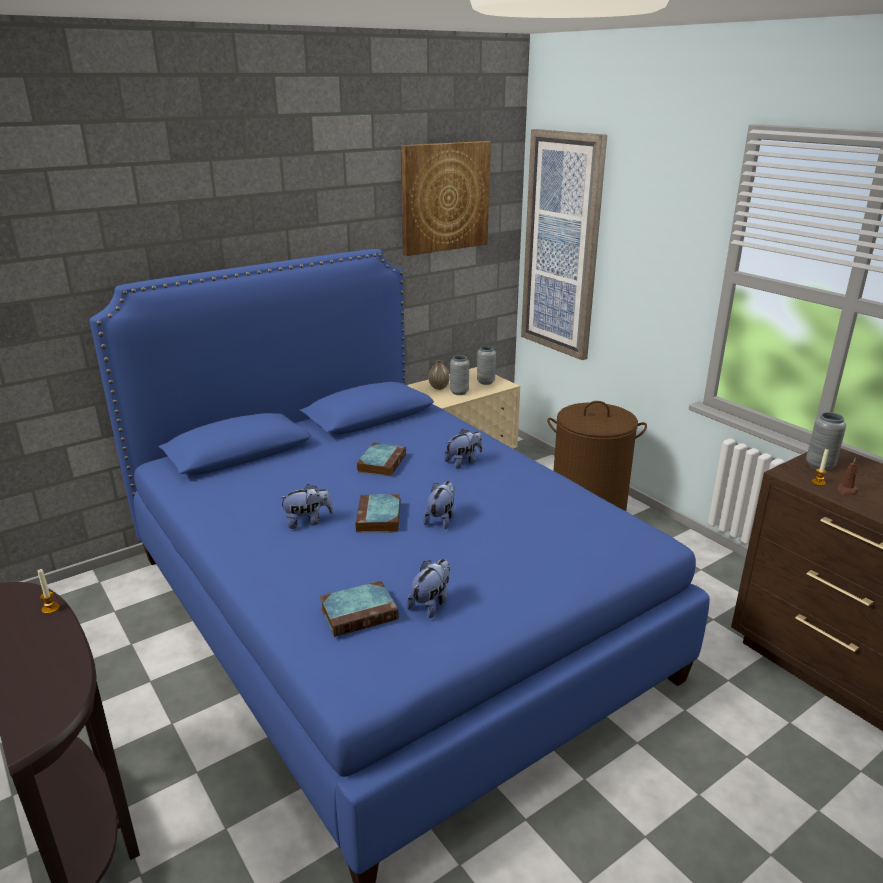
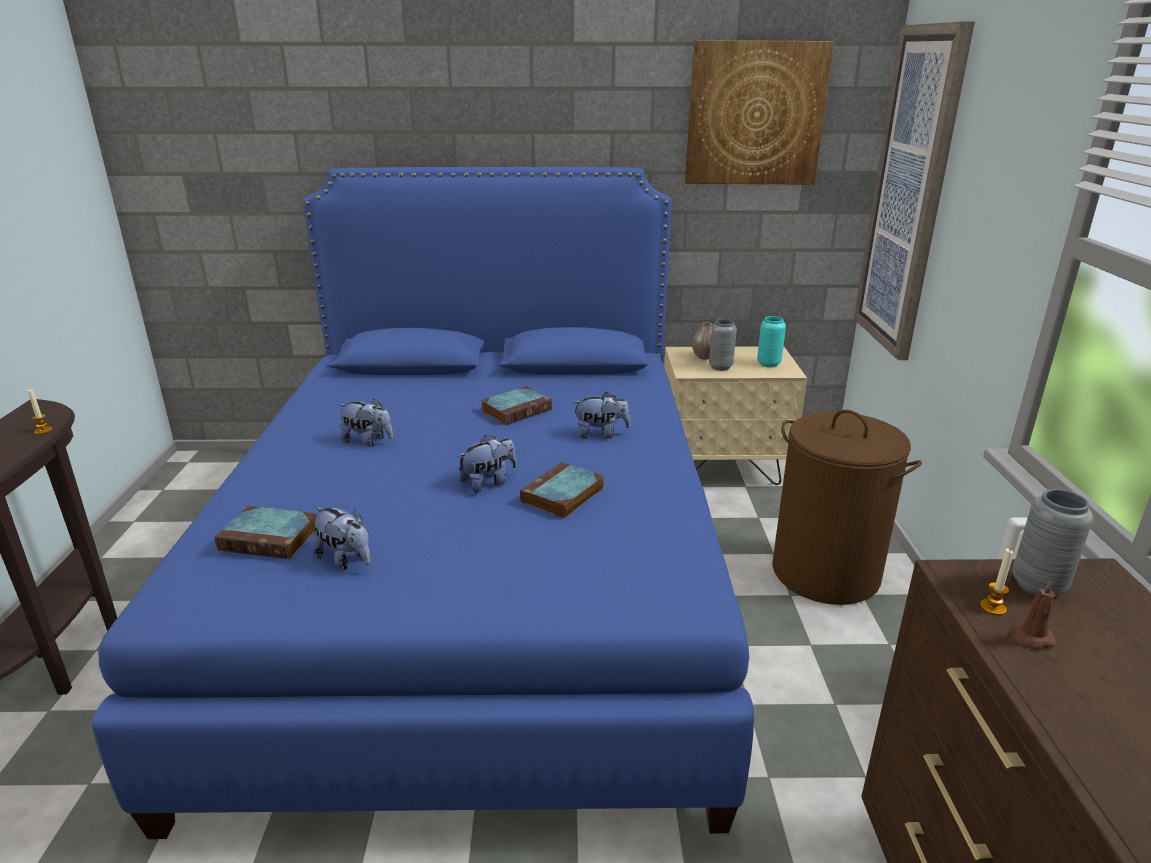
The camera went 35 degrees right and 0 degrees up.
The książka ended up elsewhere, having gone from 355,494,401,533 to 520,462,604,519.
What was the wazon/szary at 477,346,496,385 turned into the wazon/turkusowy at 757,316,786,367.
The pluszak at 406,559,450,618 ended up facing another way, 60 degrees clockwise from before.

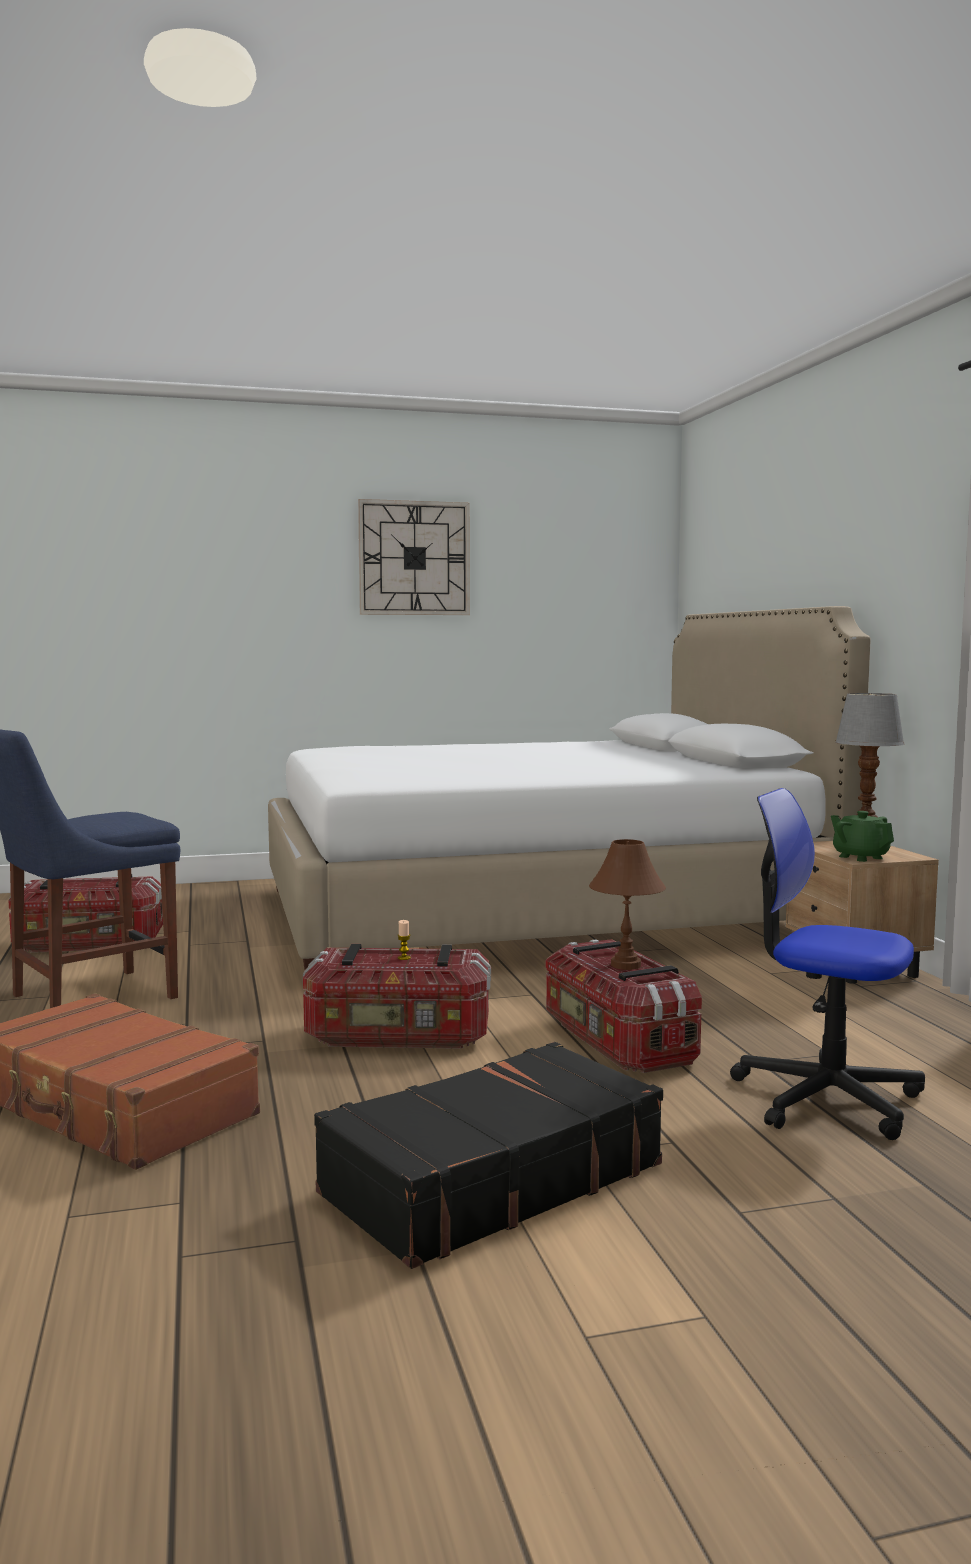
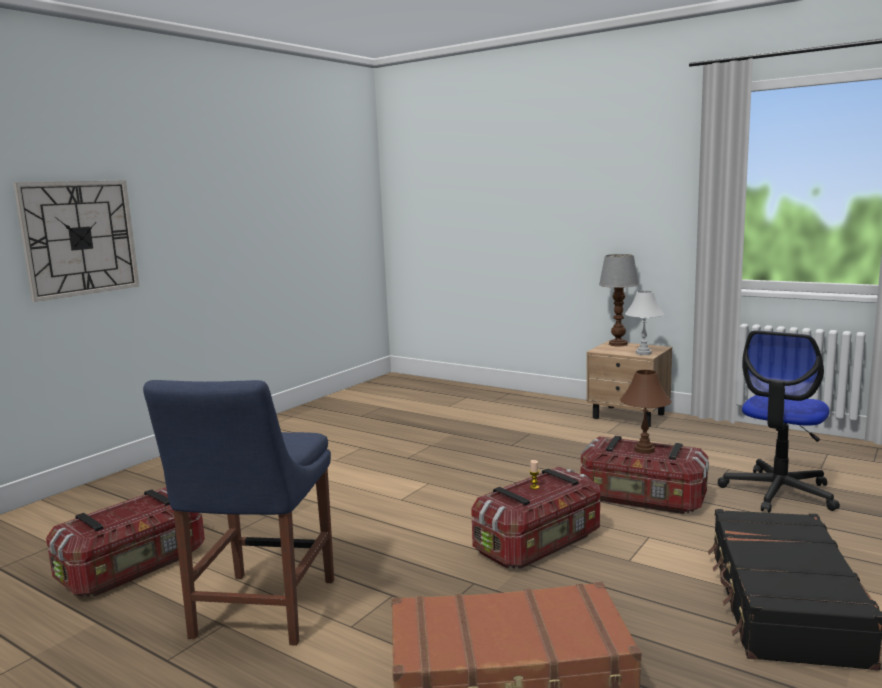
The camera went 40 degrees left and 5 degrees up.
The second view lost the łóżko/biały at 268,606,871,970.
The zegar ścienny ended up elsewhere, having gone from 358,499,470,615 to 13,180,139,302.
Where the imbryk/zielony stood at 831,811,894,862, the lampa stołowa/biały came to stand at 625,291,664,355.
The krzesło biurowe at 730,788,925,1140 ended up facing another way, 45 degrees counterclockwise from before.

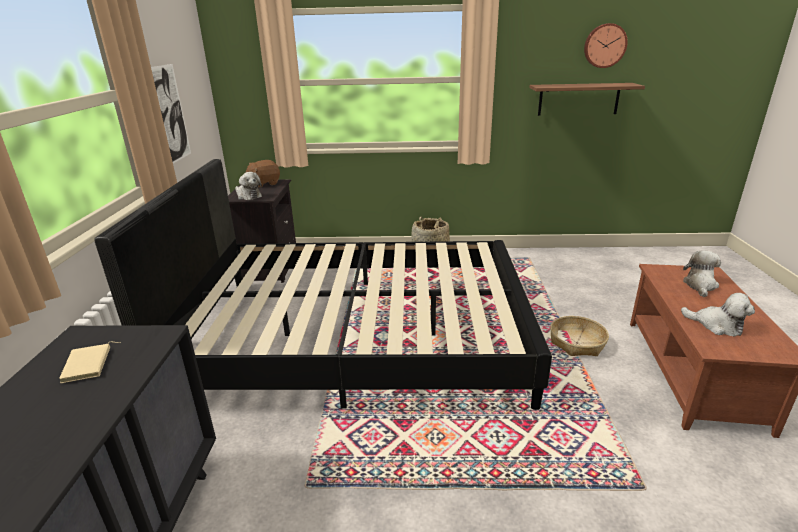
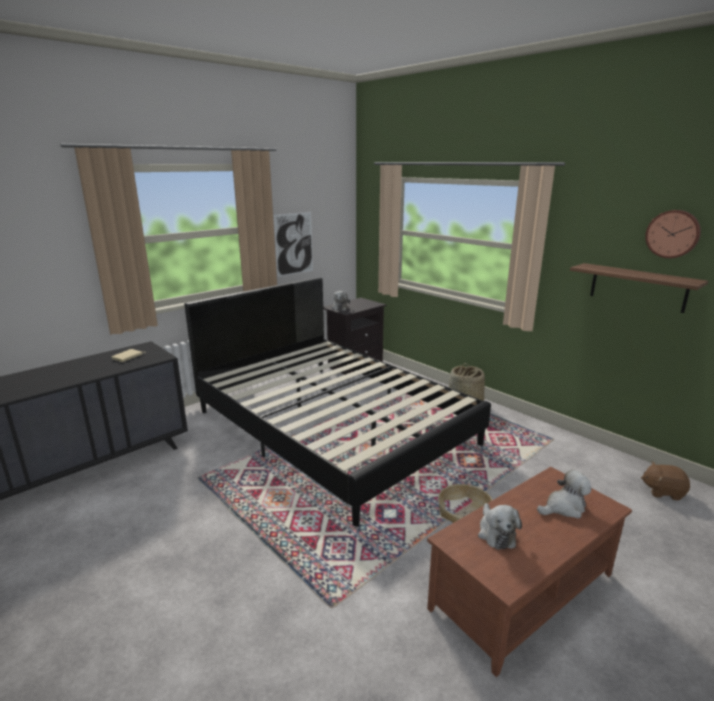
The camera went 45 degrees right and 5 degrees down.
The pluszak/brązowy ended up elsewhere, having gone from 245,160,280,187 to 641,461,690,501.

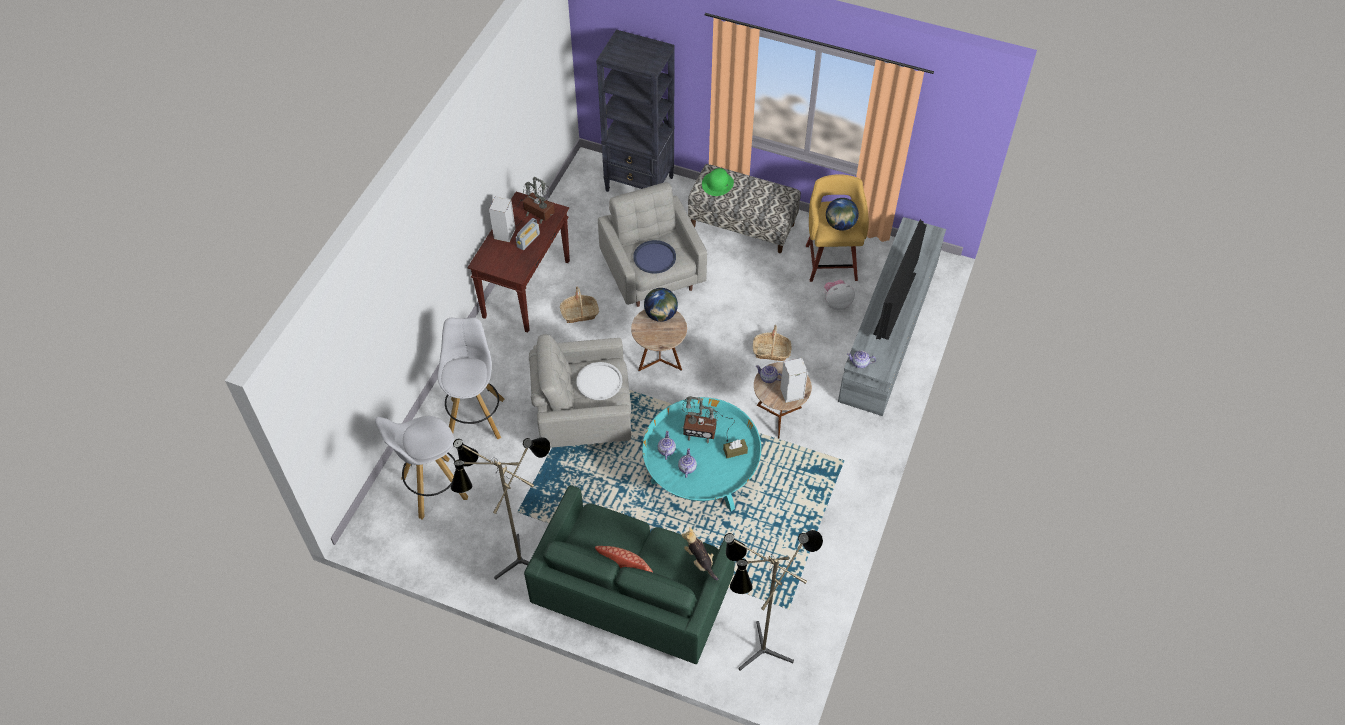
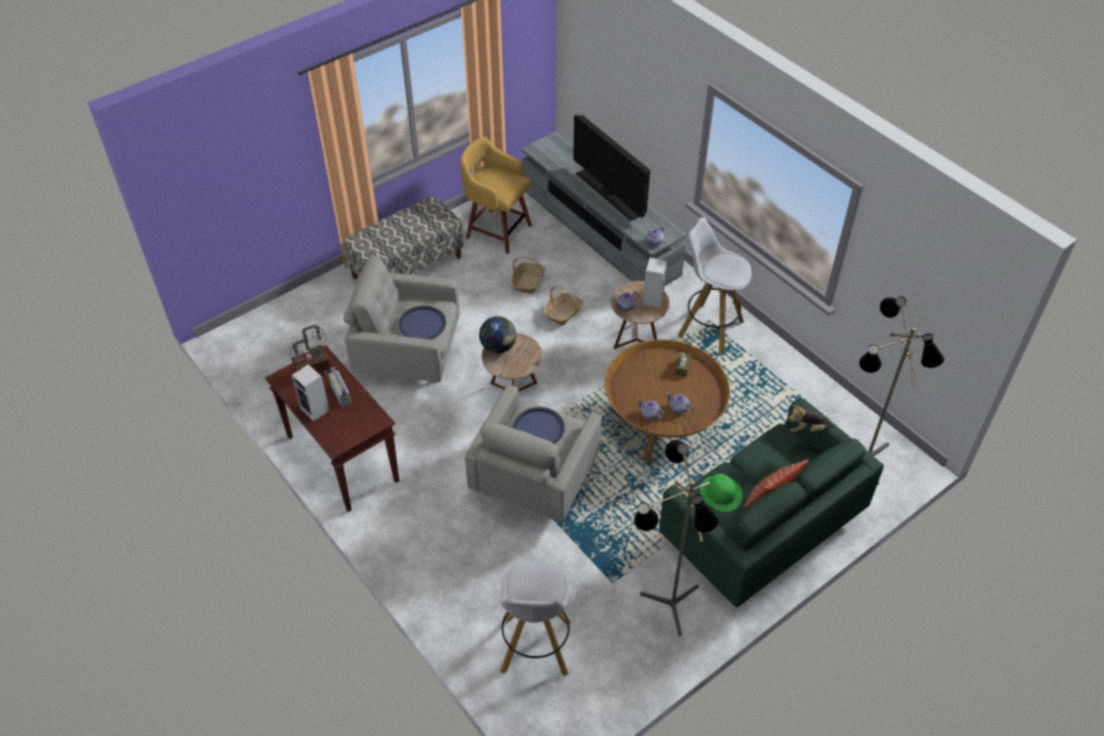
The camera went 60 degrees left and 5 degrees down.
The second view lost the regał/czarny at 596,30,675,192.
The second view lost the lampa stołowa at 682,396,735,443.
The second view lost the pluszak at 824,280,855,310.
The second view lost the globus at 826,198,859,230.
The stołek/biały ended up elsewhere, having gone from 438,317,504,439 to 678,217,752,355.
The koszyk ended up elsewhere, having gone from 560,287,599,323 to 511,256,545,294.
The kapelusz/zielony ended up elsewhere, having gone from 702,168,734,196 to 700,474,743,512.
What was the taca/biały at 576,362,622,400 turned into the taca/niebieski at 513,407,565,444.
What was the ława/turkusowy at 642,397,761,511 turned into the ława/brązowy at 605,339,730,461.

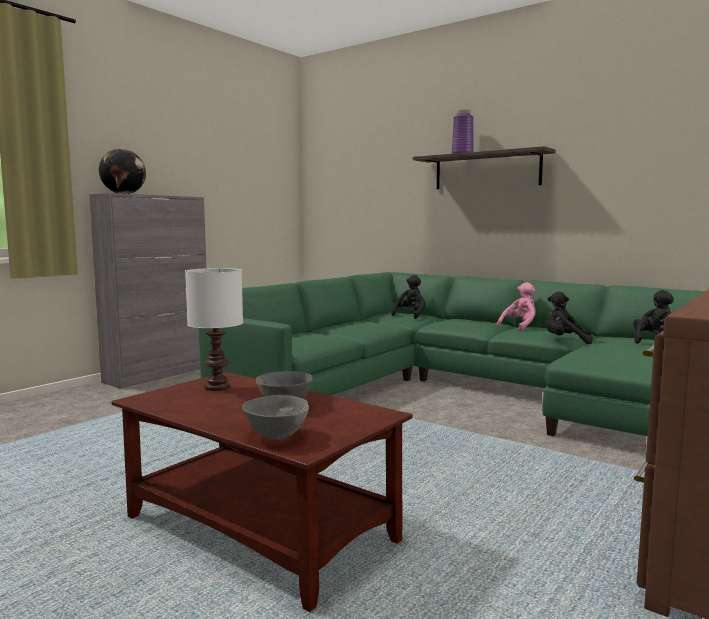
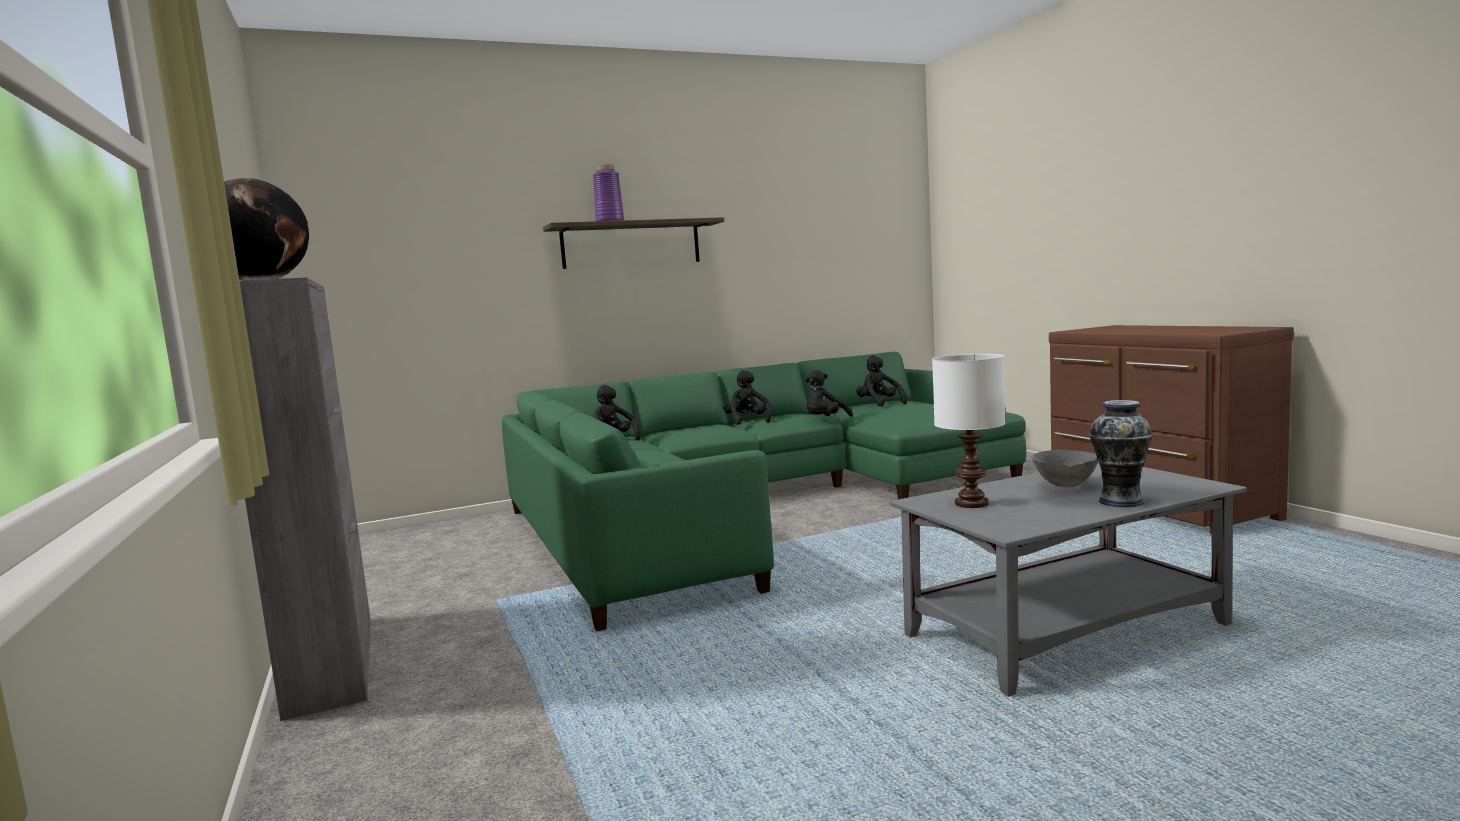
The camera went 60 degrees left and 0 degrees up.
The second view lost the miska/szary at 242,395,309,439.
The second view gained the wazon at 1089,400,1153,507.
What was the ława/brązowy at 111,372,413,612 turned into the ława/szary at 890,462,1247,697.
What was the pluszak/różowy at 497,282,536,331 turned into the pluszak/czarny at 723,370,772,425.

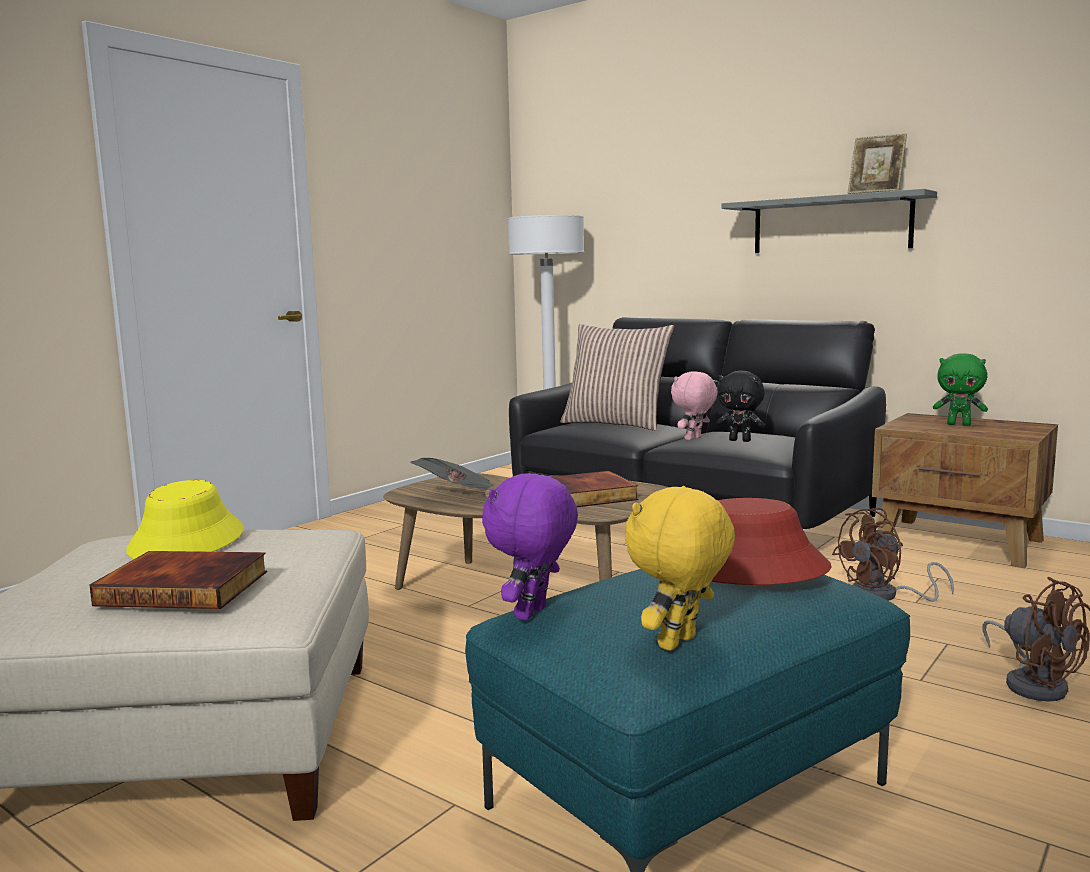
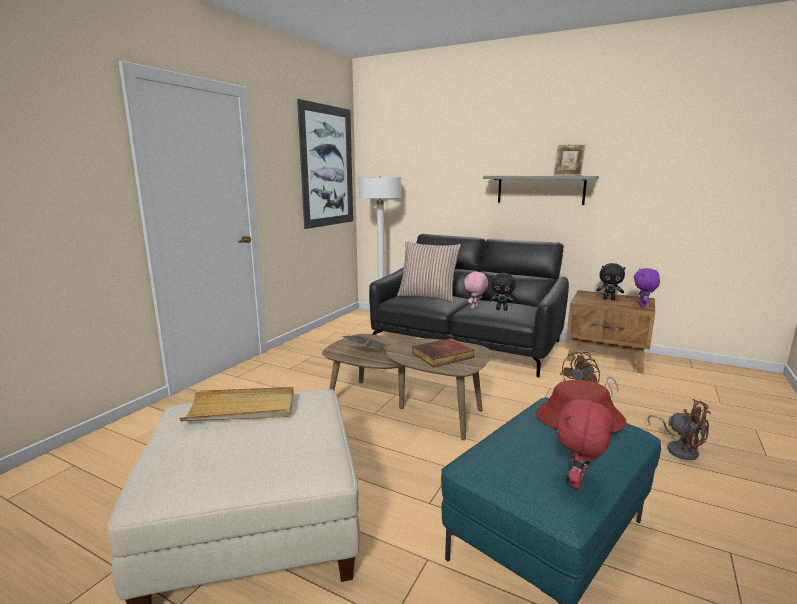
The camera went 10 degrees left and 5 degrees up.
The second view lost the książka at 90,551,267,609.
The second view gained the obraz at 297,99,353,229.
The pluszak/fioletowy ended up elsewhere, having gone from 482,473,578,621 to 634,268,660,308.
Where the kapelusz/żółty stood at 126,480,244,559, the taca/beżowy came to stand at 180,387,294,421.
What was the pluszak/żółty at 625,486,735,651 turned into the pluszak/czerwony at 556,395,614,489.
What was the pluszak/zielony at 933,353,988,426 turned into the pluszak/czarny at 596,263,625,300.

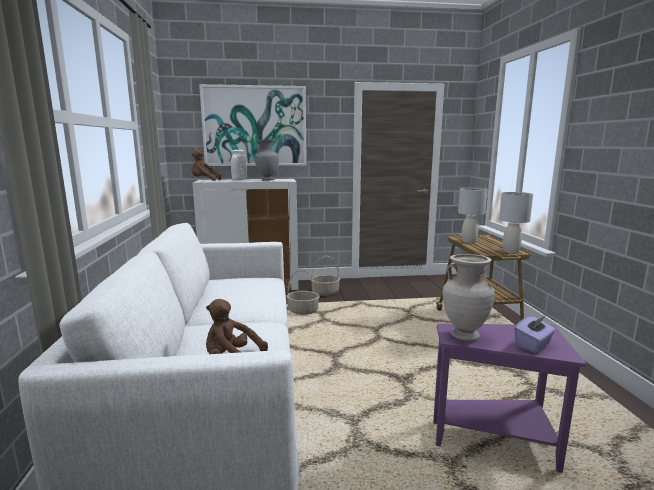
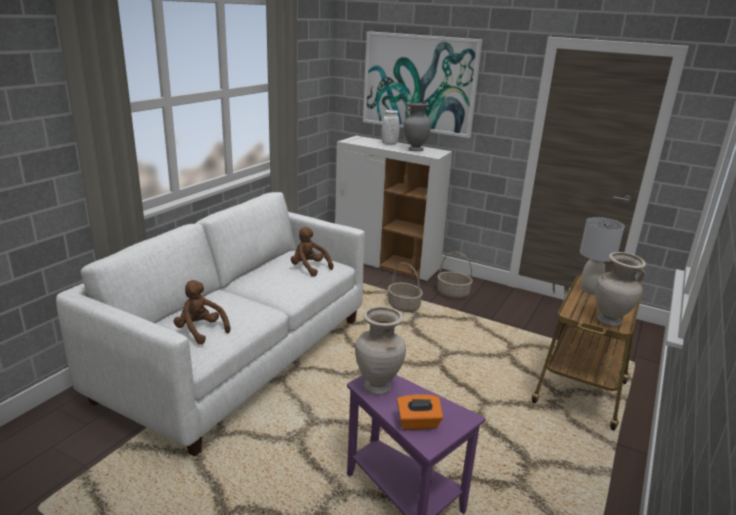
The camera went 35 degrees right and 10 degrees up.
The pluszak/brązowy ended up elsewhere, having gone from 192,150,221,181 to 291,227,333,277.
Where the lampa stołowa/szary stood at 499,192,533,254, the wazon/beżowy came to stand at 595,252,646,327.
What was the pudełko chusteczek/fioletowy at 514,315,556,353 turned into the pudełko chusteczek/pomarańczowy at 397,394,443,430.

